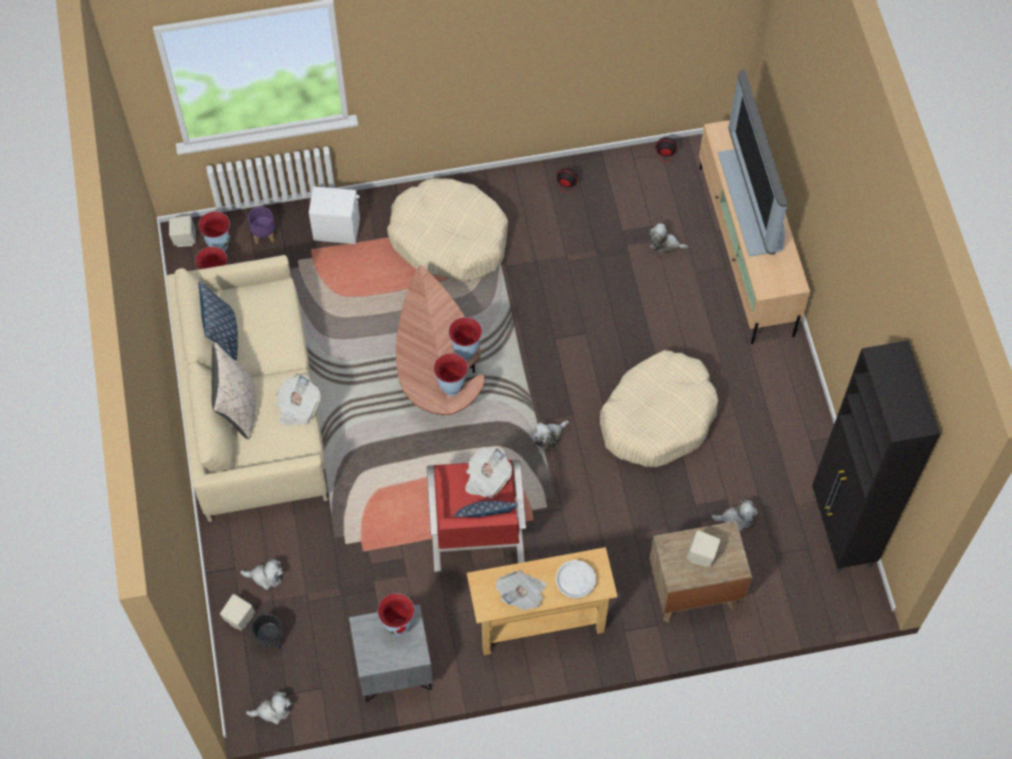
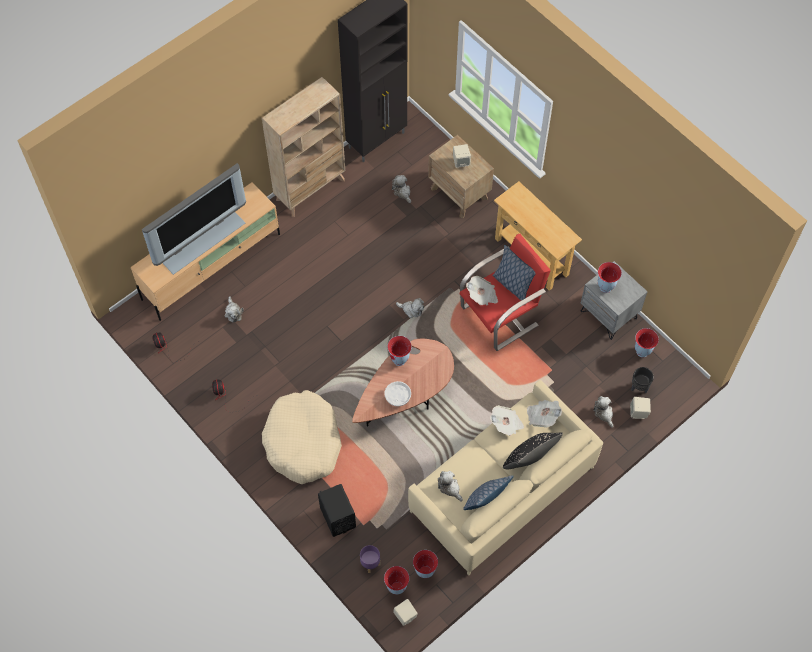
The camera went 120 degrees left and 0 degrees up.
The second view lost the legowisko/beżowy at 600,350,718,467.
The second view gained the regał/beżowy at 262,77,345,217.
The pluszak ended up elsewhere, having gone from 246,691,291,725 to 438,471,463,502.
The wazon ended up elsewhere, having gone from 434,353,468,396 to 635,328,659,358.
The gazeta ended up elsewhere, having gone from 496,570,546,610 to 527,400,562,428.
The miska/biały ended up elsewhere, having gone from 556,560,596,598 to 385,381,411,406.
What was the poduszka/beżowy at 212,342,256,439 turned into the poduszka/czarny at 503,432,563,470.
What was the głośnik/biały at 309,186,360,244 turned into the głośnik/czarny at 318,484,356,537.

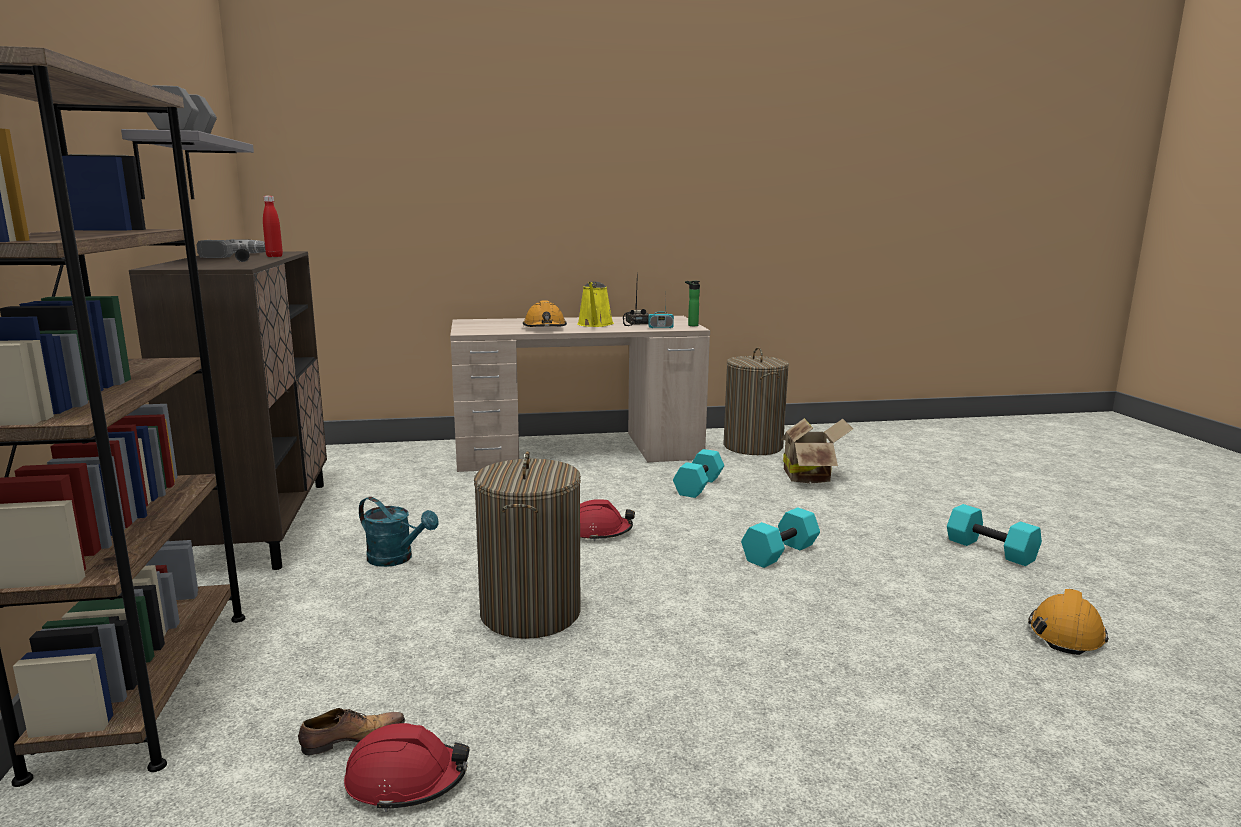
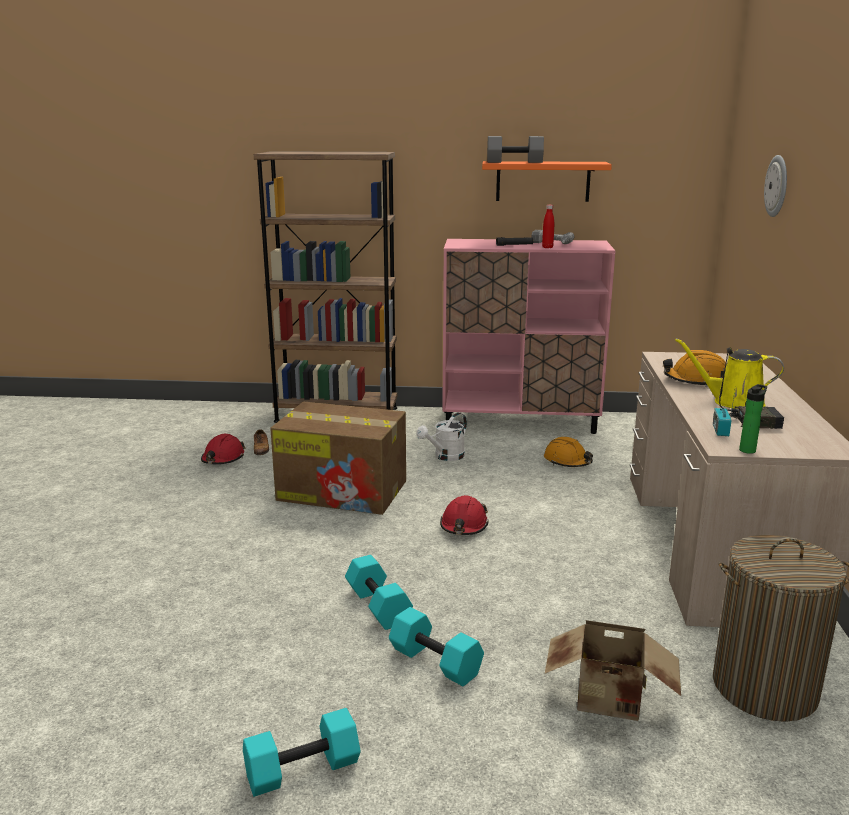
The camera went 105 degrees right and 5 degrees up.
The second view gained the zegar ścienny at 764,155,787,217.
The hantel/turkusowy ended up elsewhere, having gone from 673,449,724,498 to 389,607,484,686.
The kask/pomarańczowy ended up elsewhere, having gone from 1028,589,1109,655 to 544,437,593,467.
Where the kosz na pranie stood at 474,451,581,639, the karton came to stand at 270,402,406,515.
What was the półka/szary at 121,129,254,199 turned into the półka/pomarańczowy at 482,161,612,202.
What was the szafka/brązowy at 129,251,327,570 turned into the szafka/różowy at 442,239,616,434.
What was the konewka/turkusowy at 359,497,439,567 turned into the konewka/biały at 417,413,467,461.

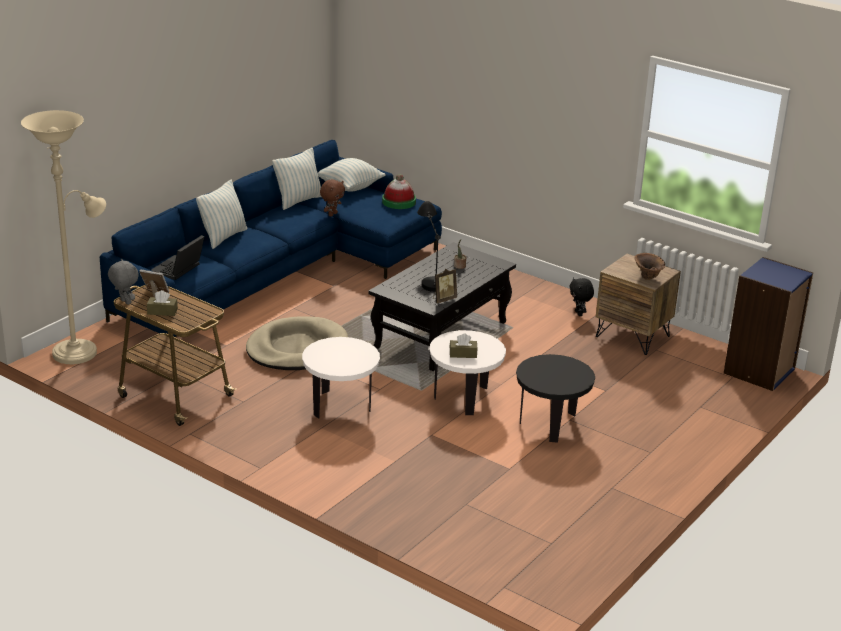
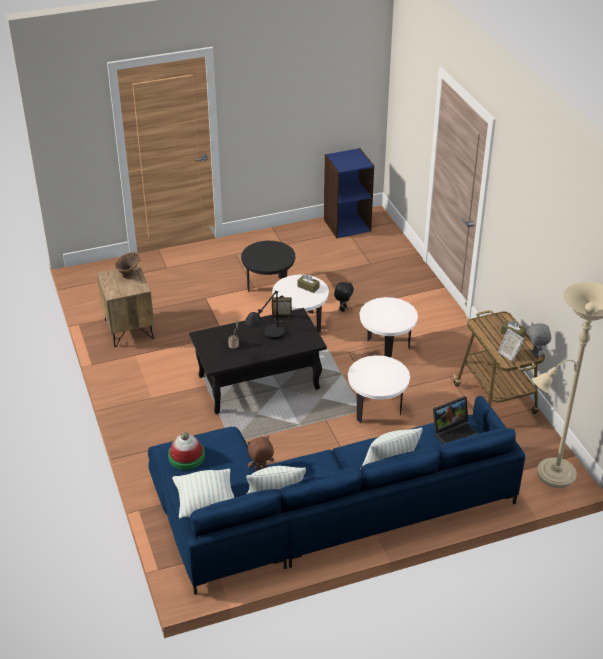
The camera went 145 degrees left and 10 degrees up.
The pluszak/czarny ended up elsewhere, having gone from 569,277,594,316 to 334,282,354,312.
The regał/niebieski ended up elsewhere, having gone from 724,257,813,391 to 324,148,374,238.
Where the legowisko/beżowy stood at 246,316,348,370, the stolik/biały came to stand at 348,355,410,423.

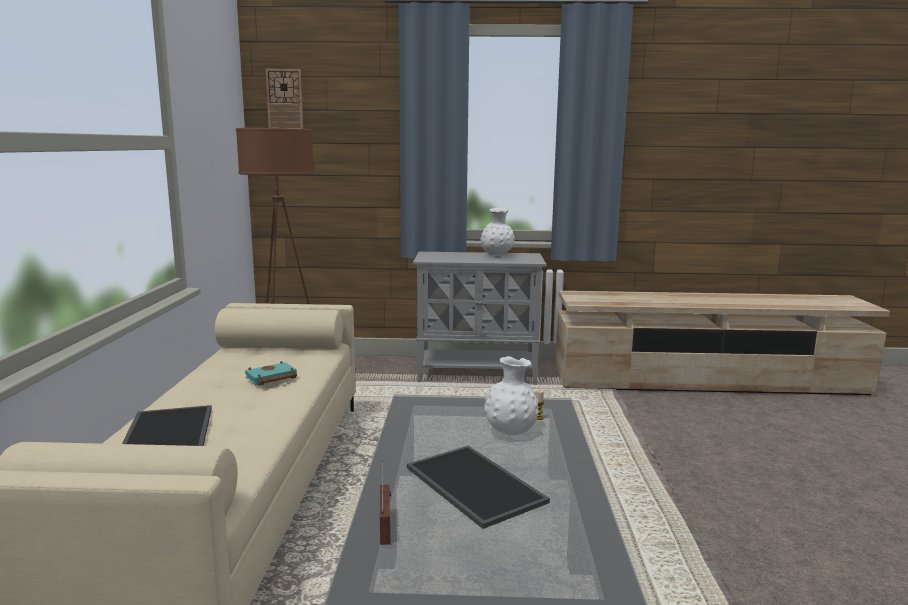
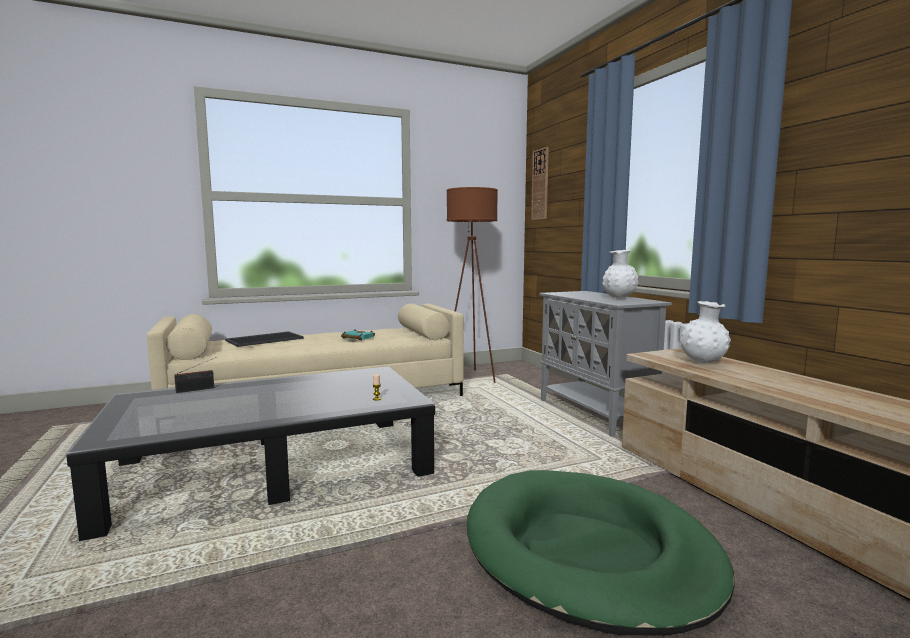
The camera went 65 degrees right and 5 degrees down.
The second view lost the taca at 407,446,550,529.
The second view gained the legowisko/zielony at 467,470,735,636.
The wazon/biały ended up elsewhere, having gone from 484,356,539,436 to 680,301,731,363.

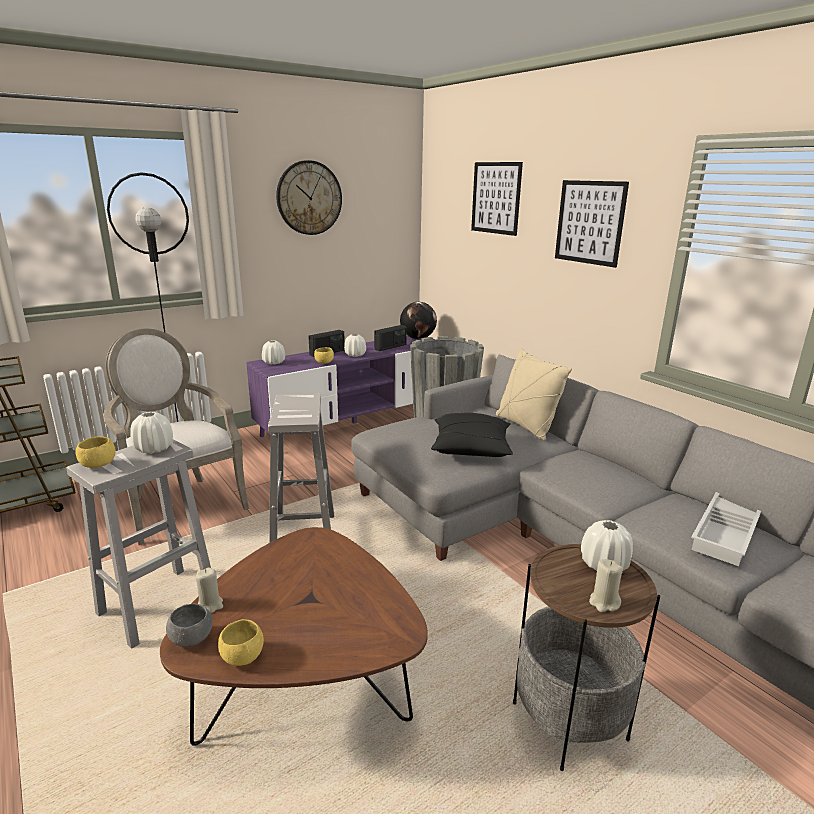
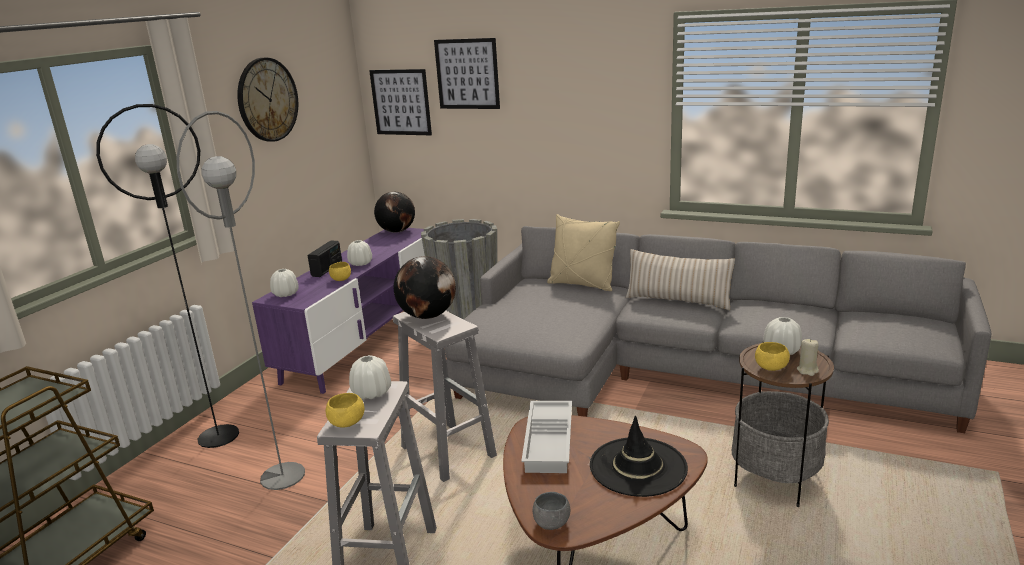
The camera went 30 degrees left and 0 degrees up.
The second view lost the świeca/beżowy at 196,567,223,613.
The second view lost the radio at 374,325,407,351.
The second view lost the poduszka/czarny at 431,412,513,457.
The second view gained the globus at 394,256,456,319.
The second view gained the kapelusz/czarny at 590,416,688,497.
The second view gained the poduszka/beżowy at 626,249,735,310.
The miska/żółty ended up elsewhere, having gone from 218,619,264,666 to 755,342,790,371.
The obraz ended up elsewhere, having gone from 555,180,629,268 to 369,69,432,135.
The taca/biały ended up elsewhere, having gone from 691,492,761,566 to 521,401,572,473.
Where the fotel stood at 104,328,249,545, the lampa stojąca/szary came to stand at 177,111,305,490.

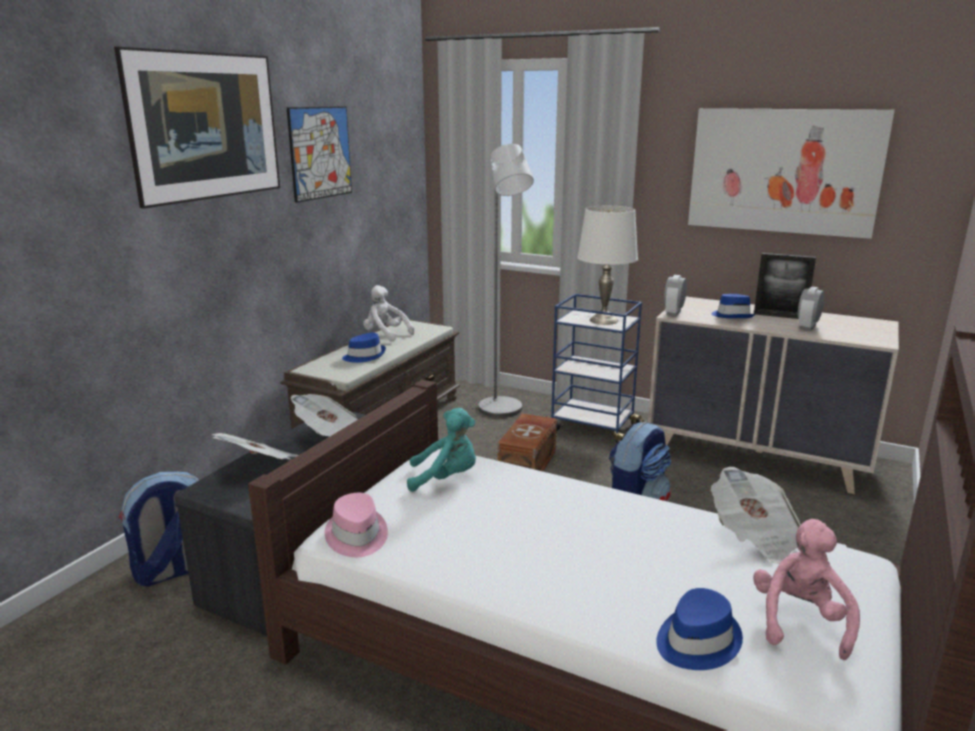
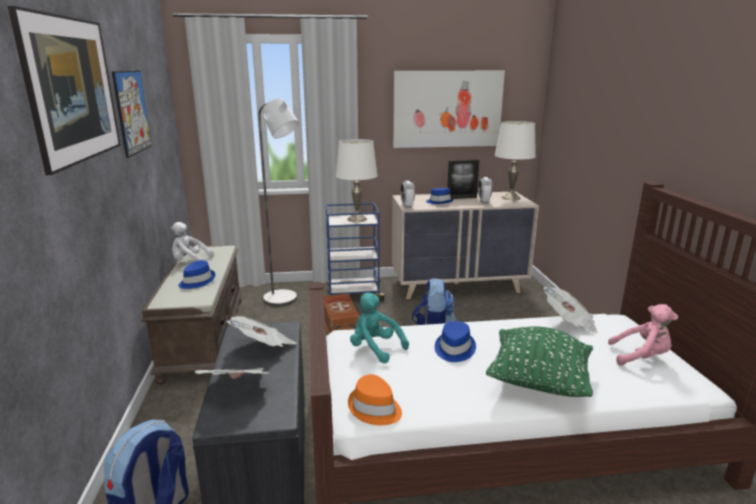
The camera went 35 degrees left and 0 degrees up.
The second view gained the poduszka/zielony at 486,327,593,397.
The second view gained the lampa stołowa/biały at 495,121,536,200.
The kapelusz/niebieski ended up elsewhere, having gone from 656,588,743,670 to 435,321,476,362.
What was the kapelusz/różowy at 325,493,388,557 turned into the kapelusz/pomarańczowy at 348,374,402,425.
The pluszak/turkusowy at 407,408,476,492 ended up facing another way, 105 degrees counterclockwise from before.
The pluszak/różowy at 753,519,860,660 ended up facing another way, 120 degrees clockwise from before.

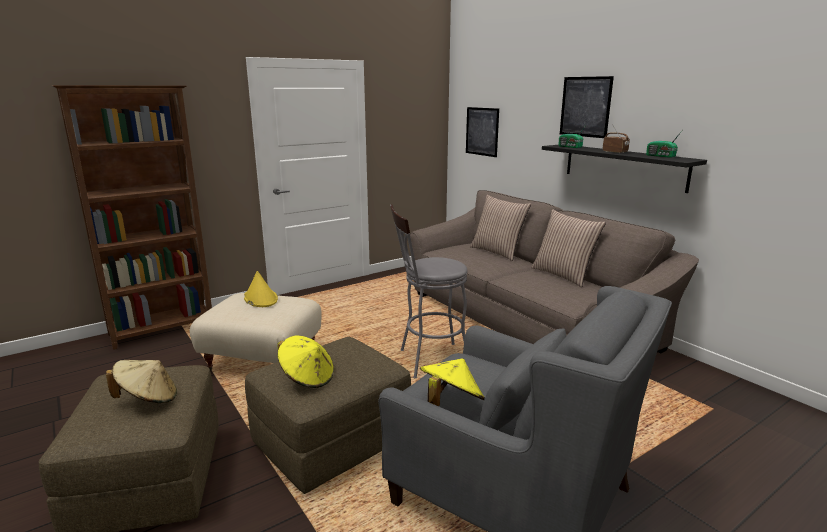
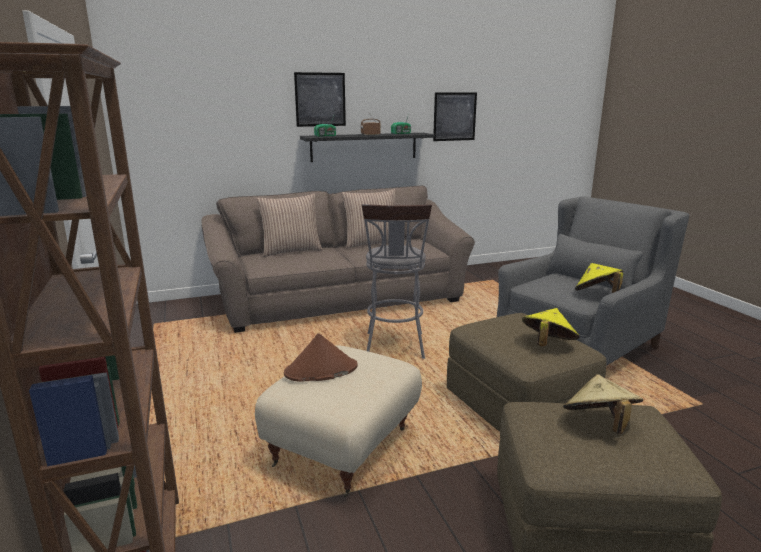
The camera went 75 degrees left and 0 degrees up.
The obraz ended up elsewhere, having gone from 466,107,499,157 to 433,92,477,141.
What was the kapelusz/żółty at 244,271,278,307 turned into the kapelusz/brązowy at 284,333,358,382.

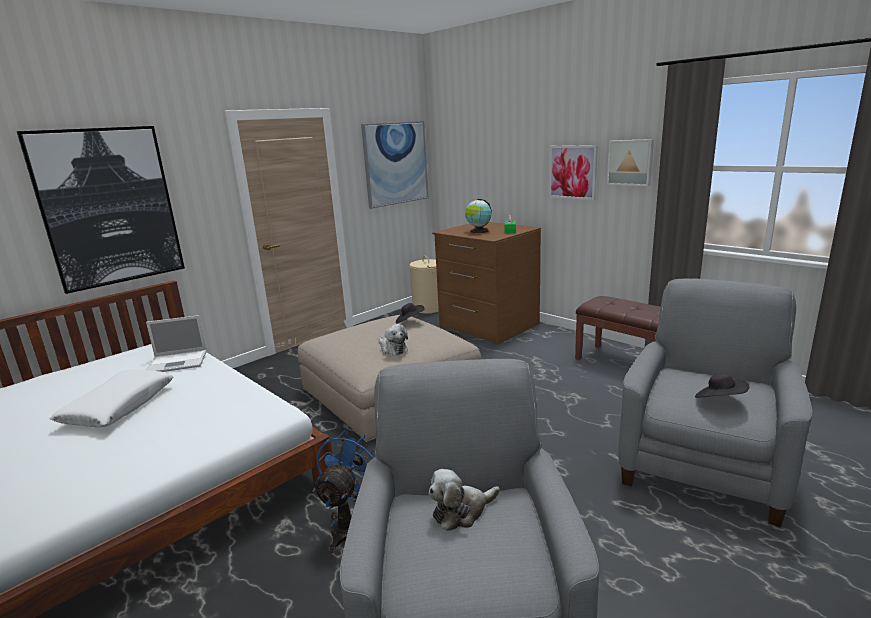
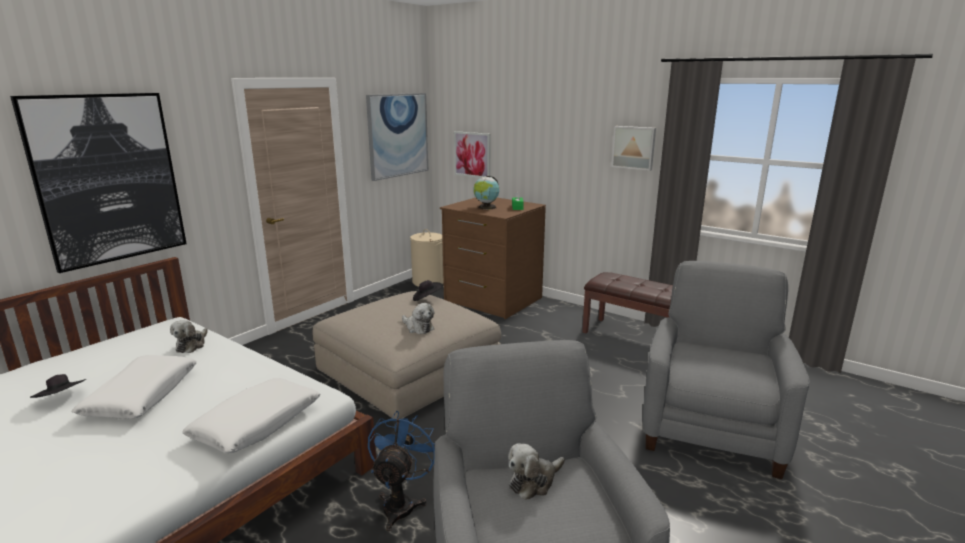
The camera went 10 degrees left and 0 degrees up.
The second view gained the poduszka/biały at 182,378,321,453.
The obraz ended up elsewhere, having gone from 549,145,598,200 to 454,131,490,178.
The kapelusz/czarny ended up elsewhere, having gone from 695,374,749,398 to 30,374,86,398.
Where the laptop stood at 146,315,207,372, the pluszak came to stand at 170,320,208,353.

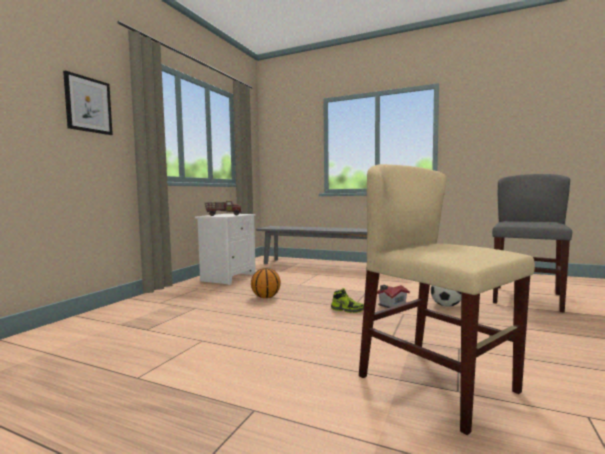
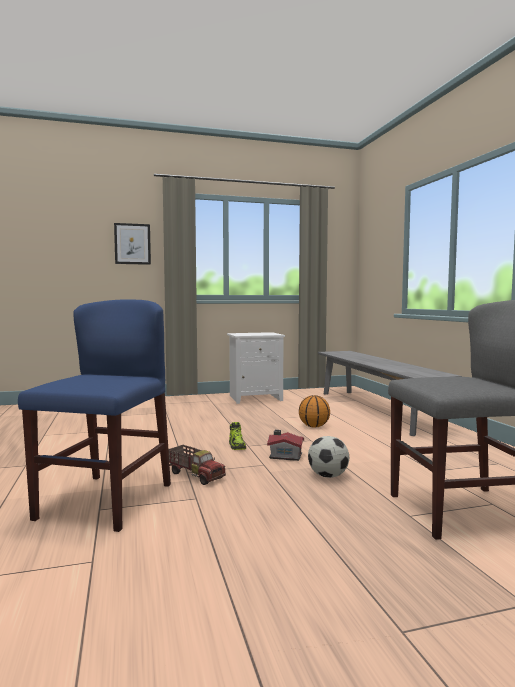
The camera went 50 degrees right and 0 degrees up.
The ciężarówka zabawkowa ended up elsewhere, having gone from 205,200,242,216 to 168,445,226,485.
The piłka do koszykówki ended up elsewhere, having gone from 251,268,281,298 to 299,395,330,428.
What was the krzesło/beżowy at 359,164,535,435 turned into the krzesło/niebieski at 18,299,171,532.

